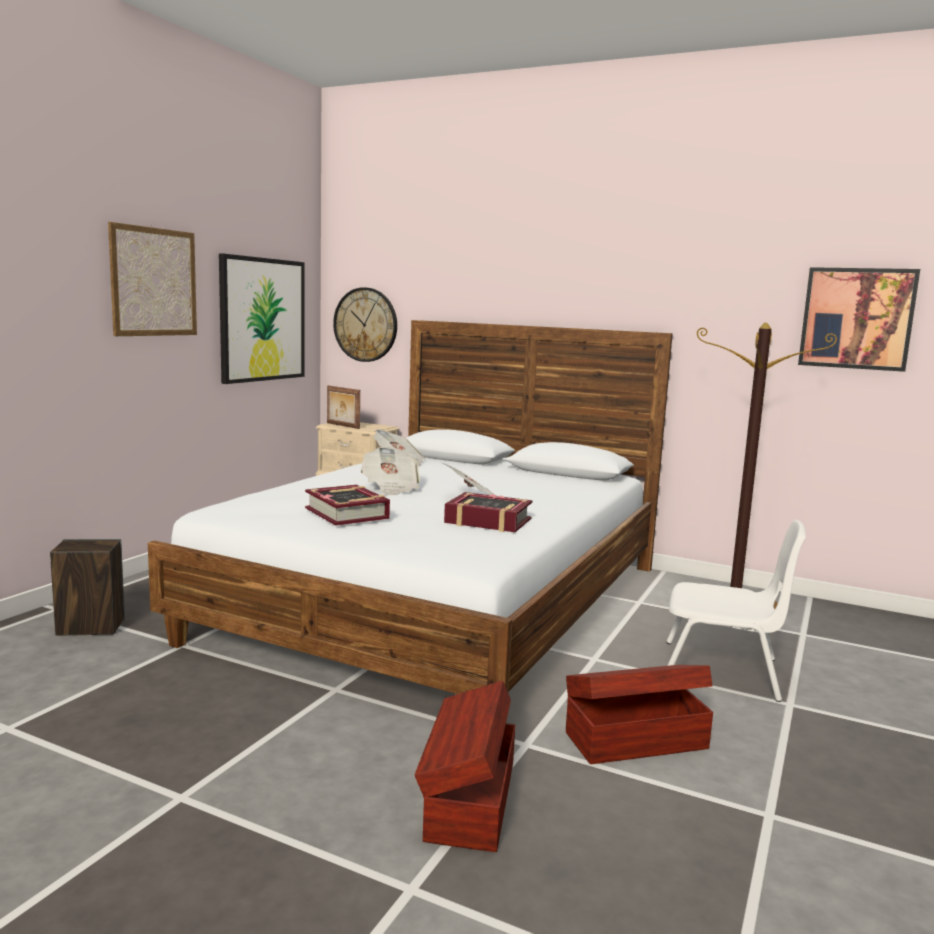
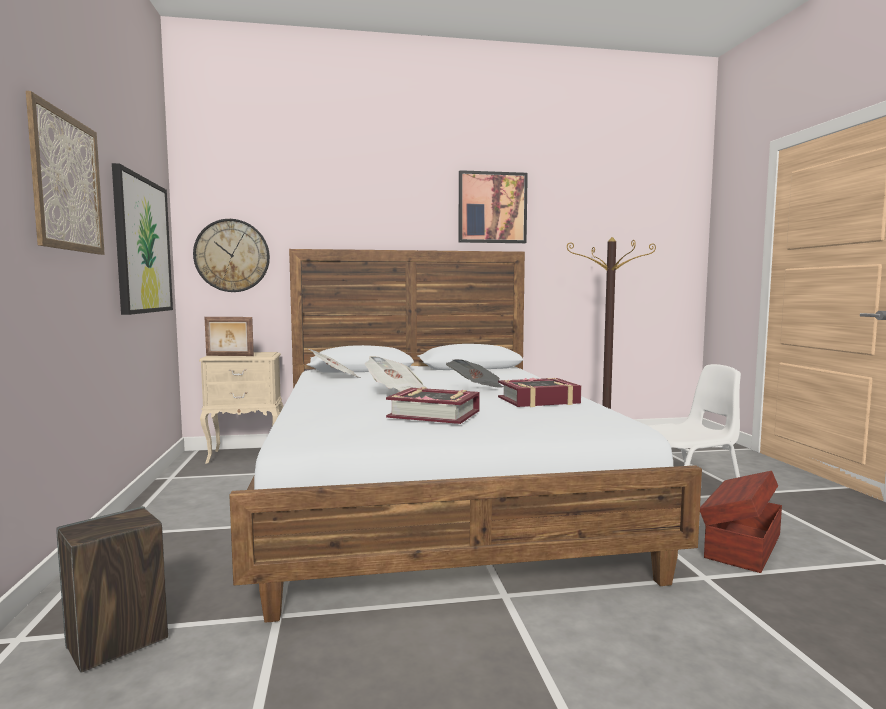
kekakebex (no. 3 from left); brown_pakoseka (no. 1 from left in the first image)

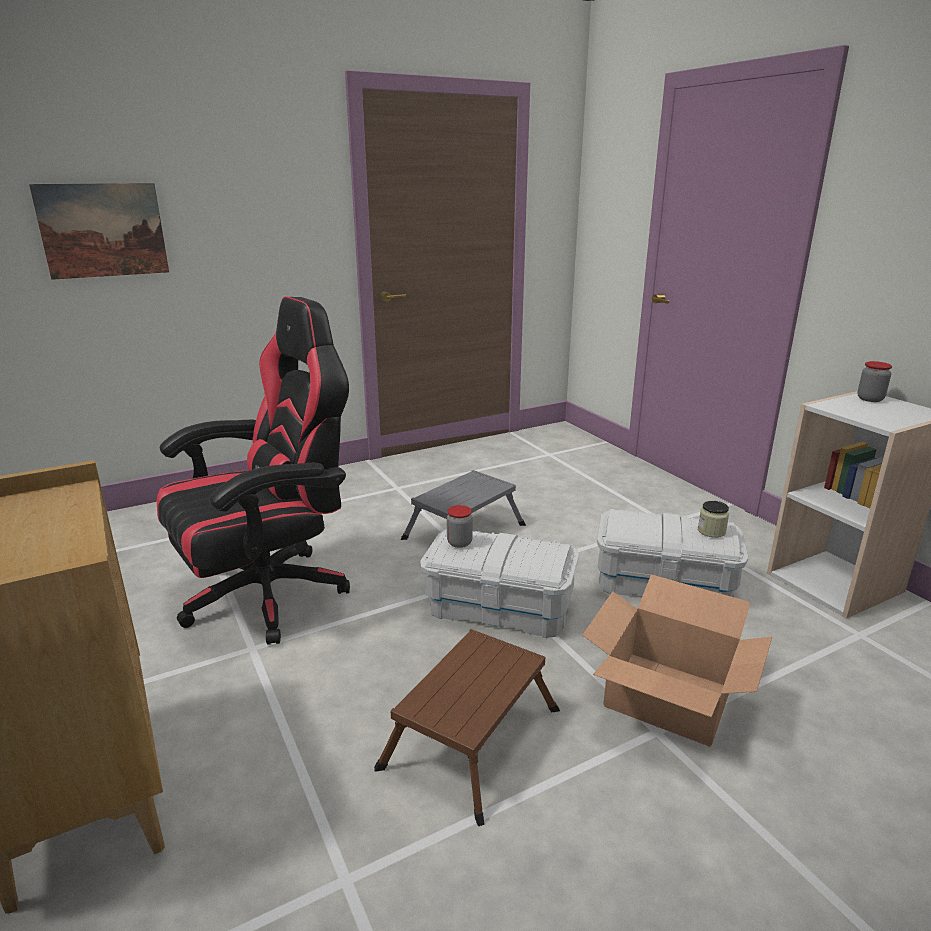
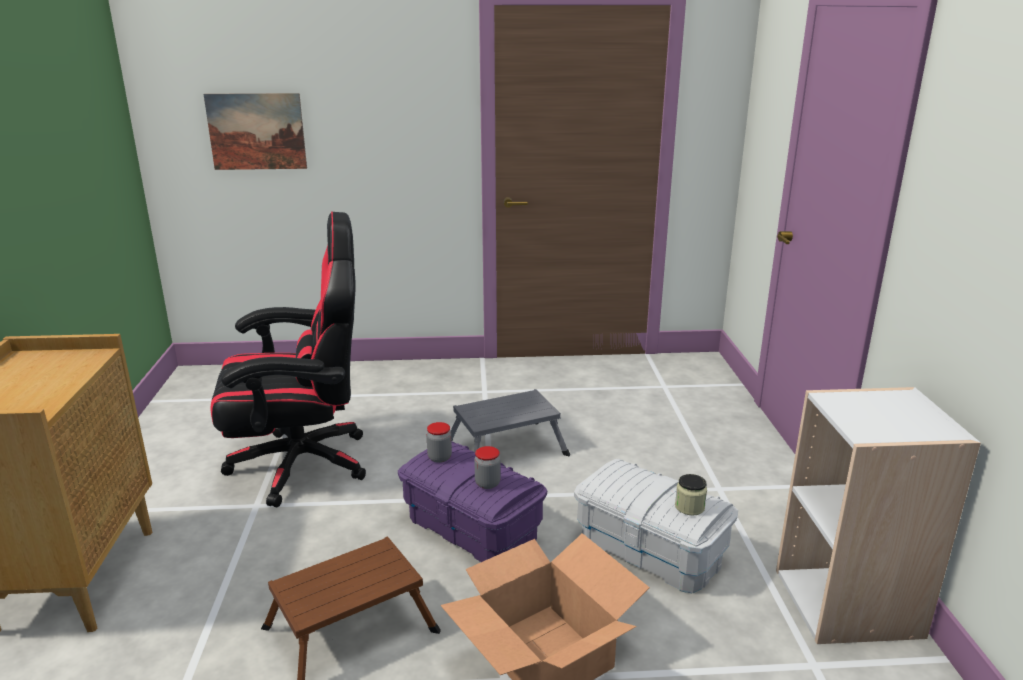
purple_pakoseka; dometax (no. 2 from left)

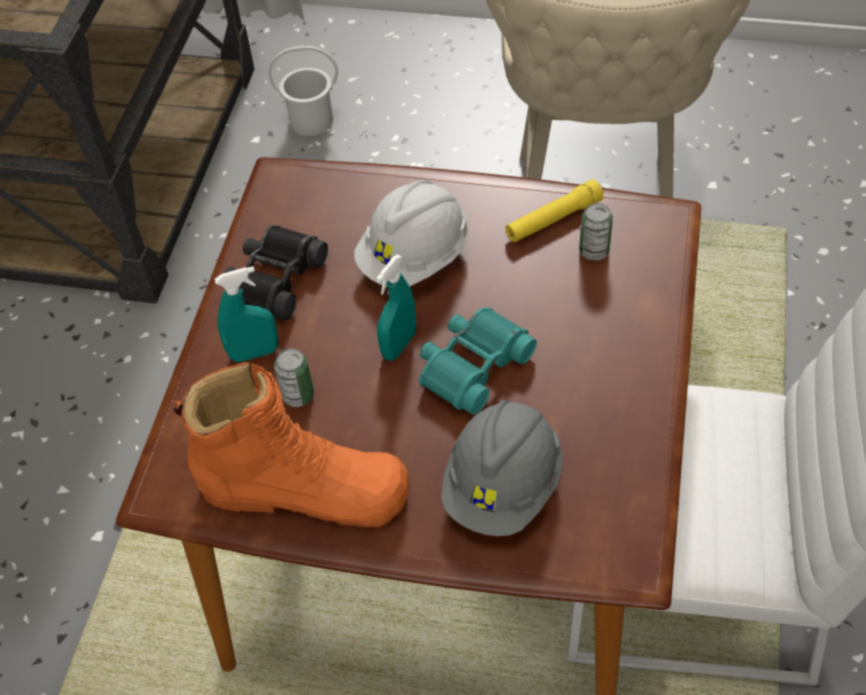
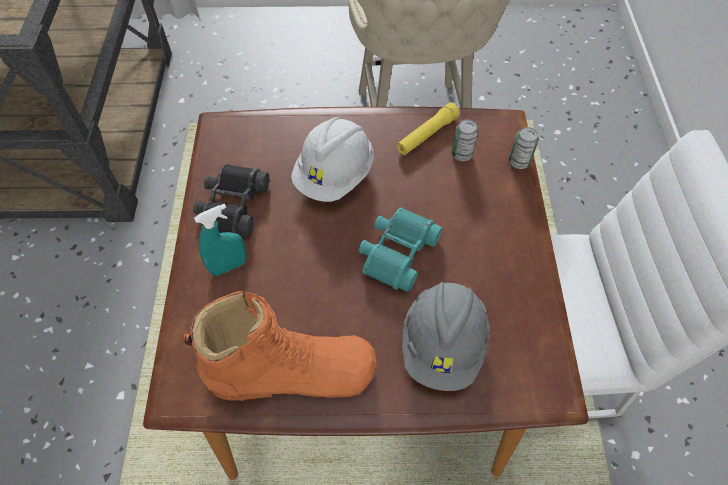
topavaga (no. 2 from left); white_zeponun; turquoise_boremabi (no. 2 from left in the first image)

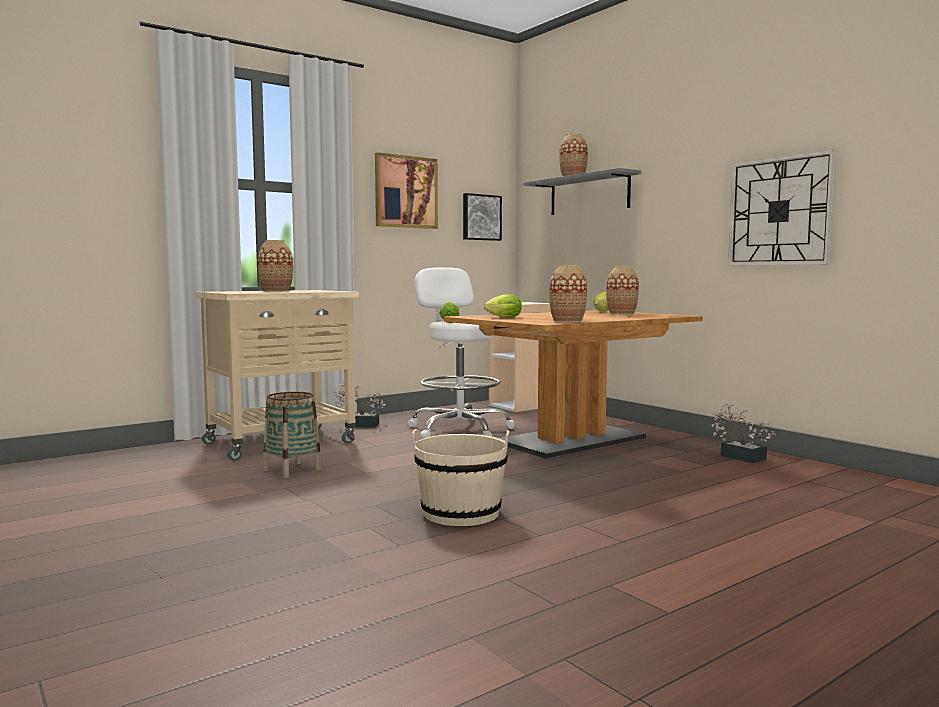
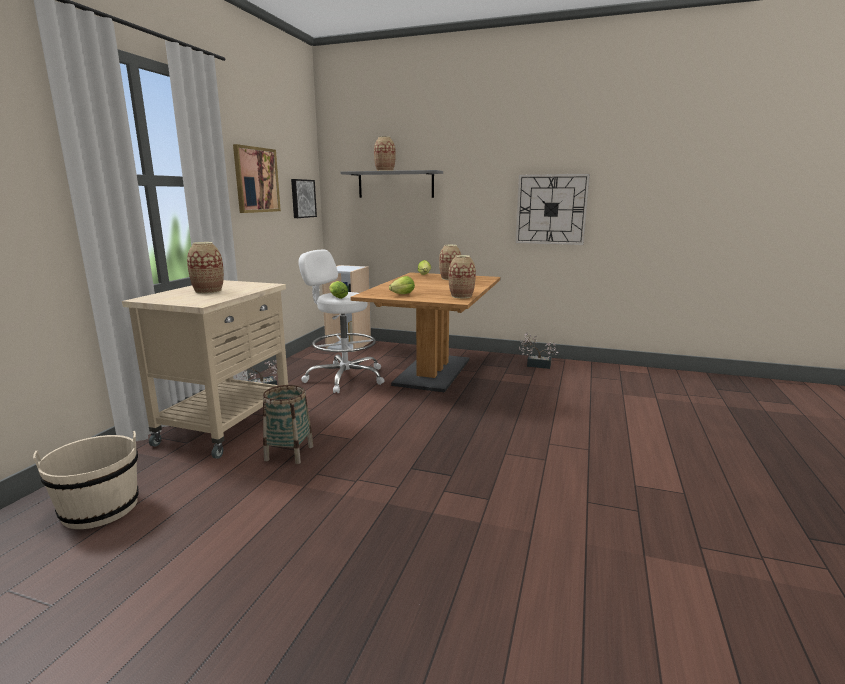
beige_zeponun

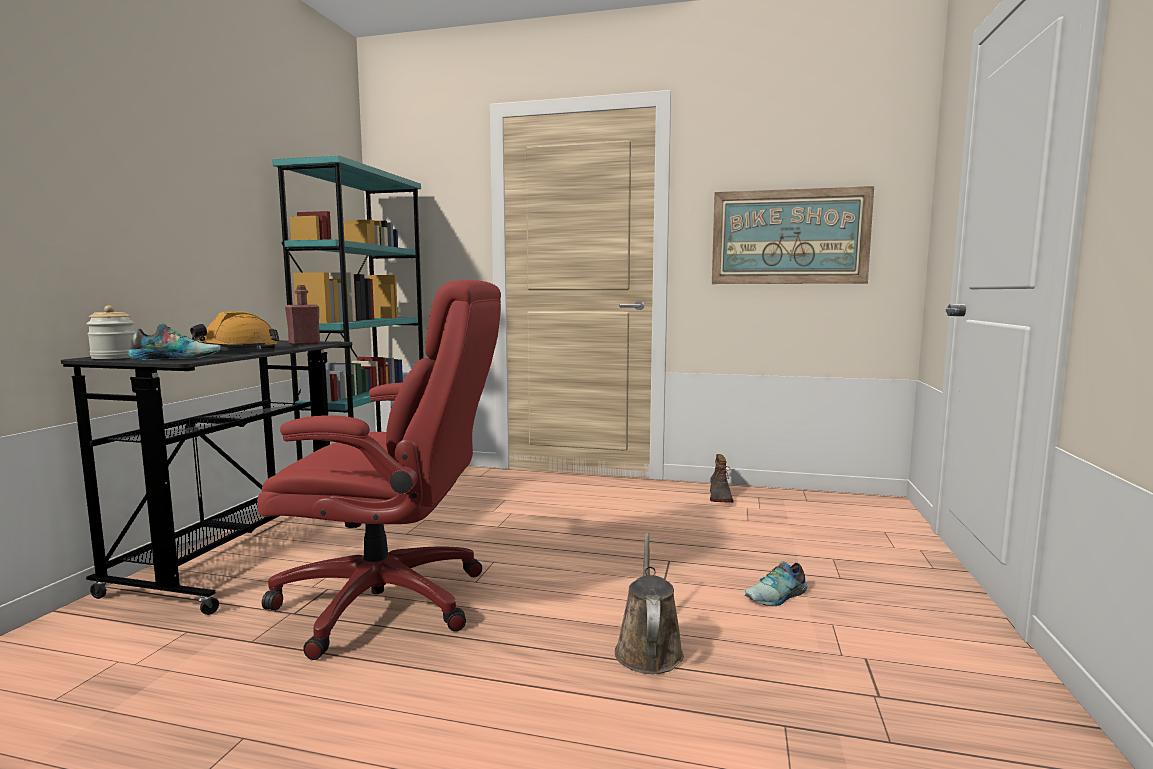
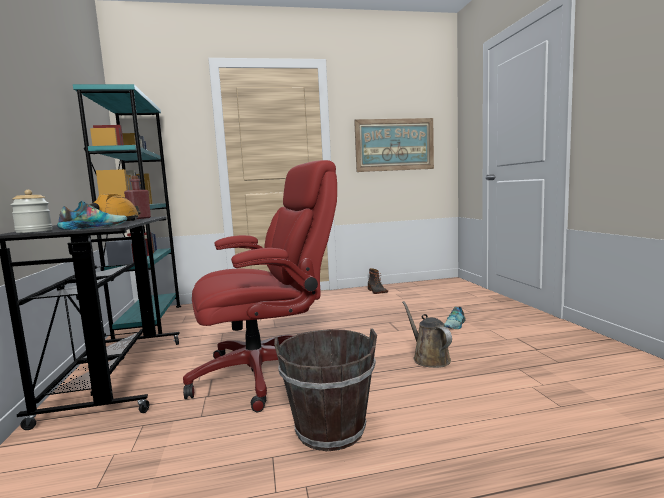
brown_zeponun

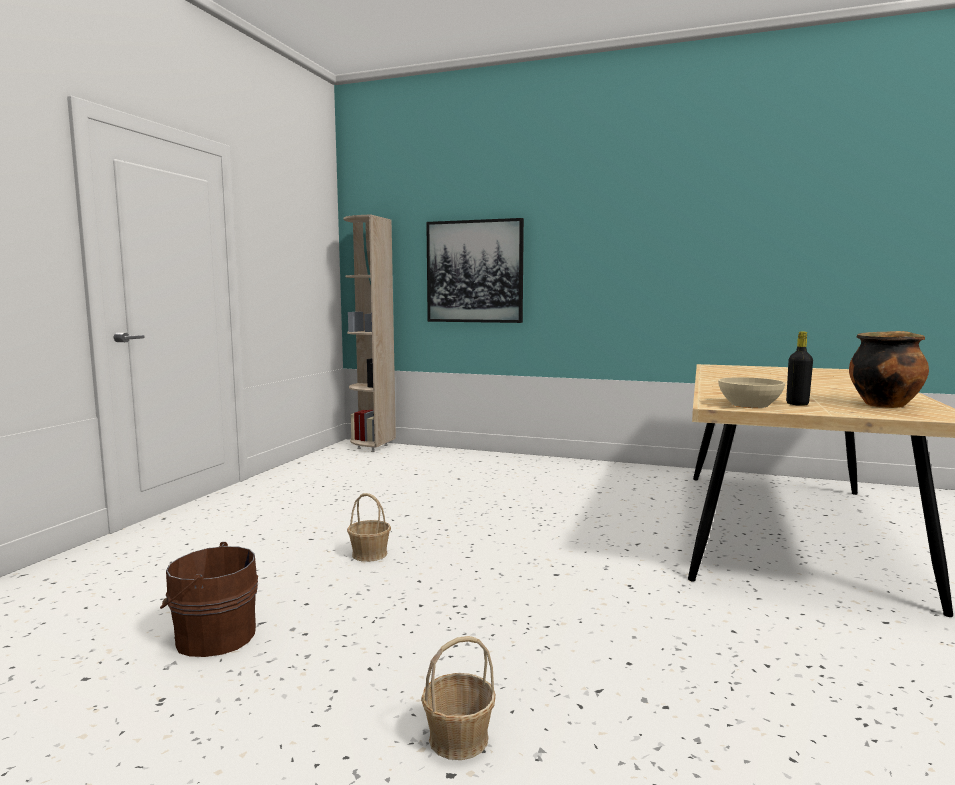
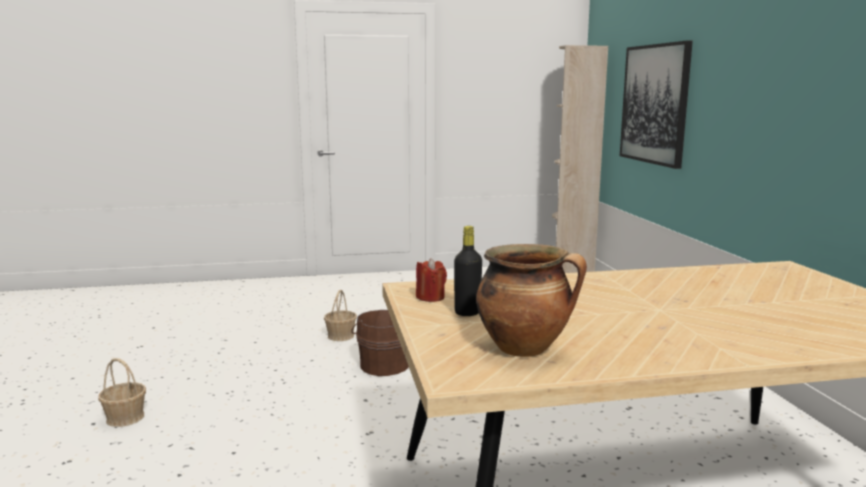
brown_zeponun; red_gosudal

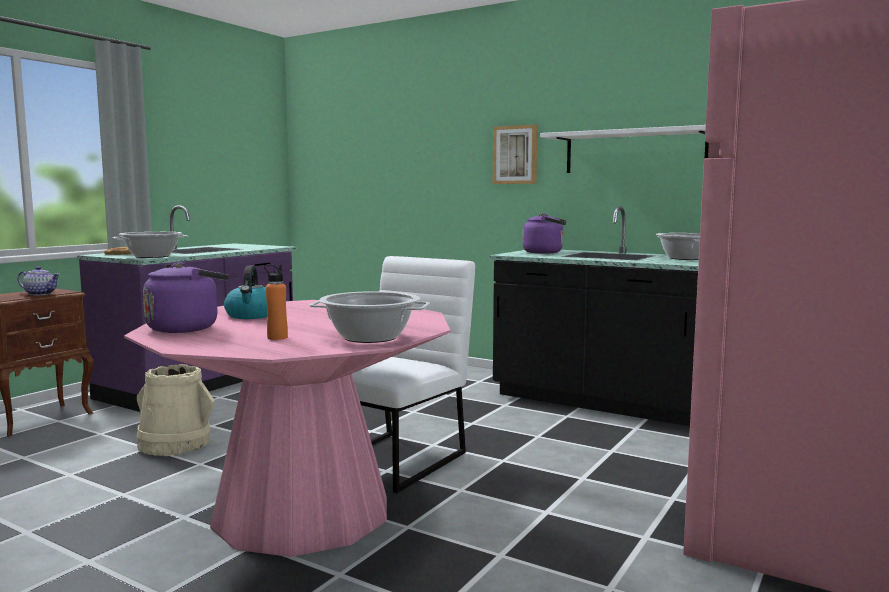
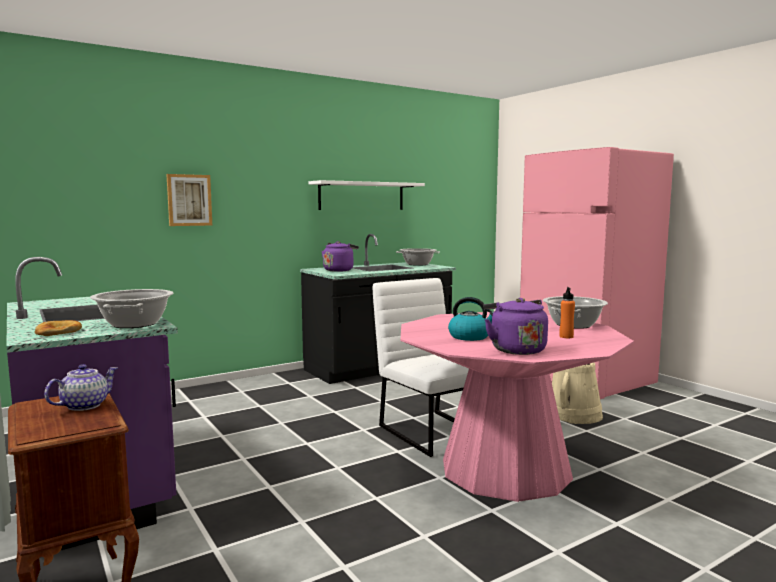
kekakebex; beige_zeponun

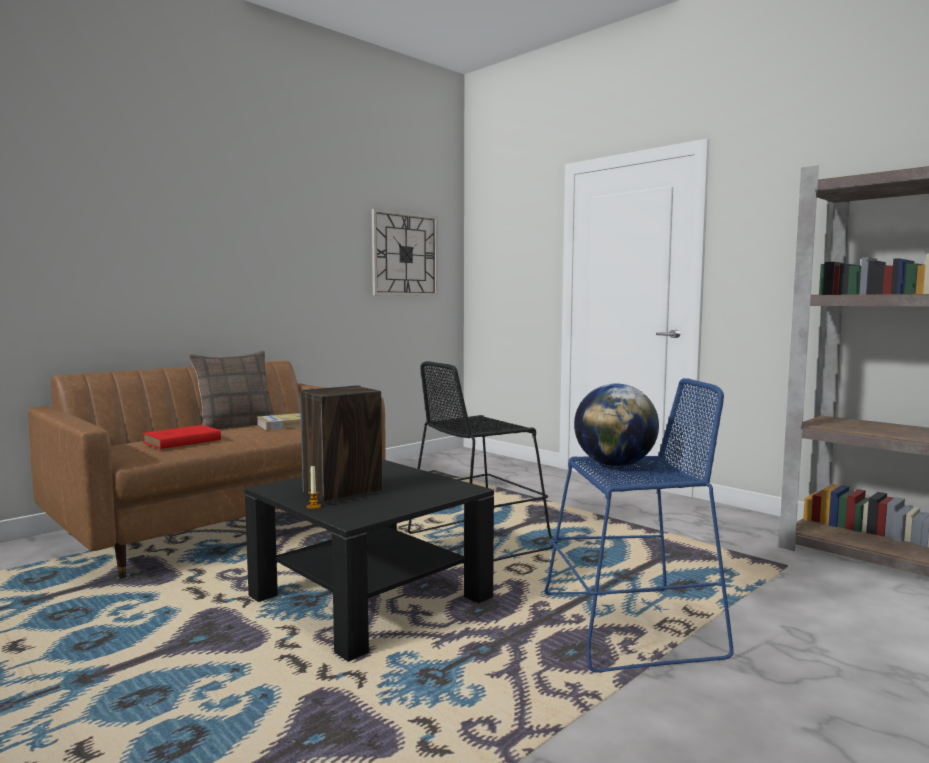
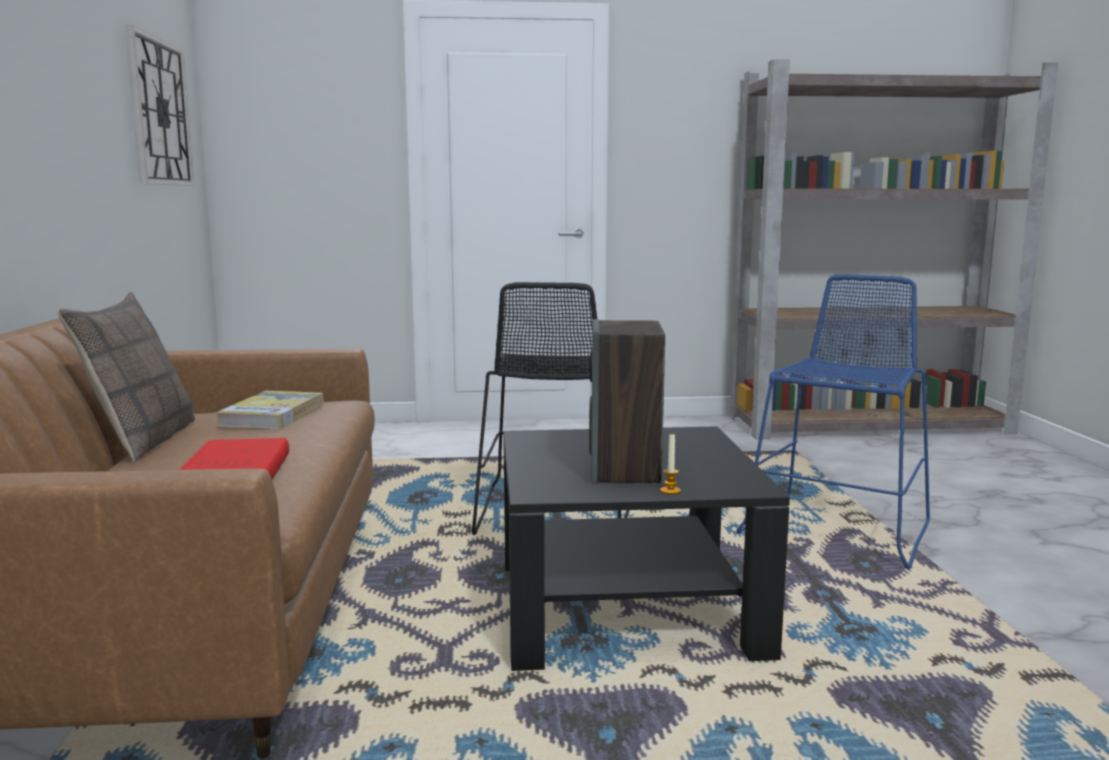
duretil

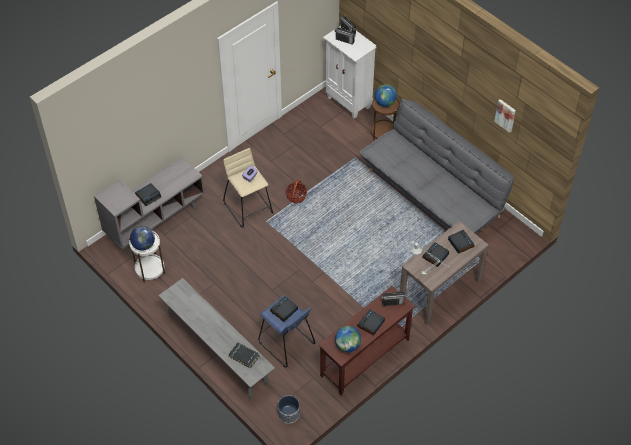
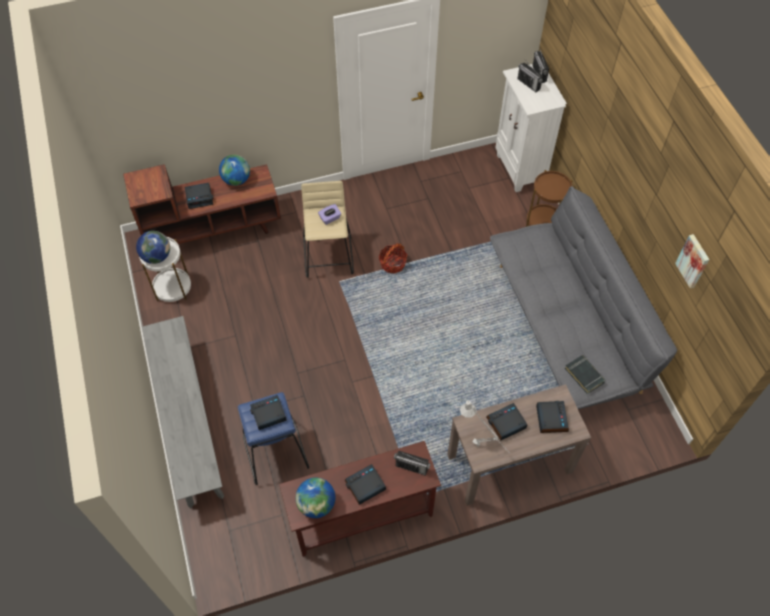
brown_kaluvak; duretil (no. 2 from left); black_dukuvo; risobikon

